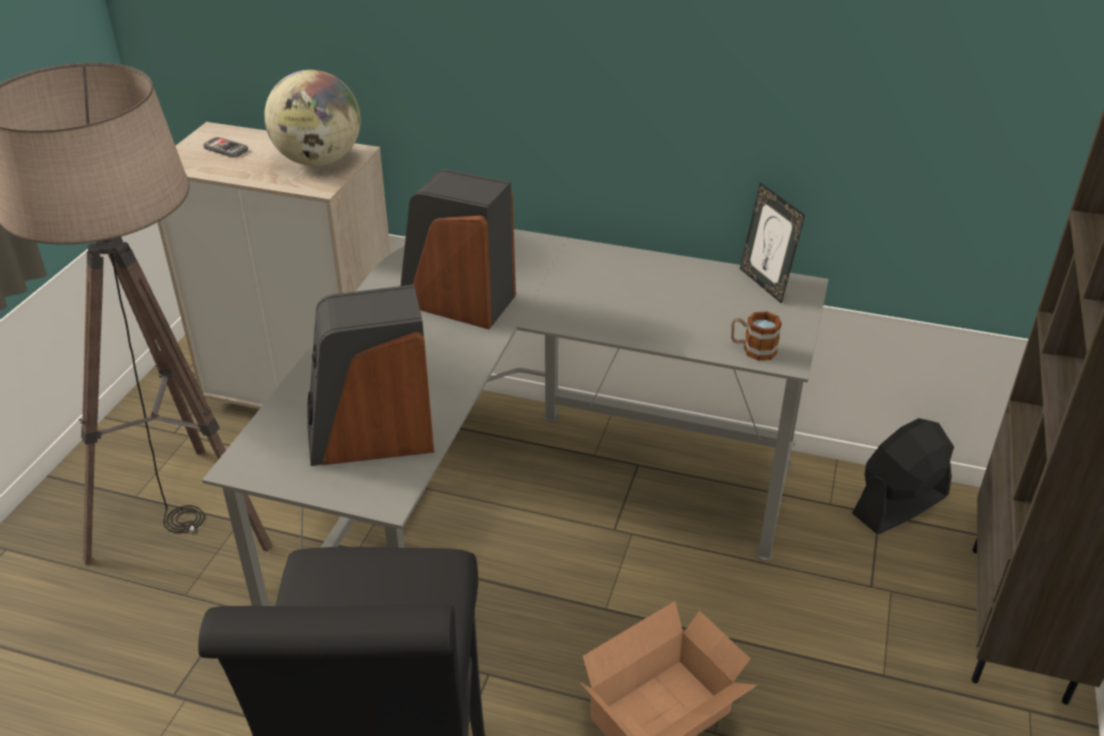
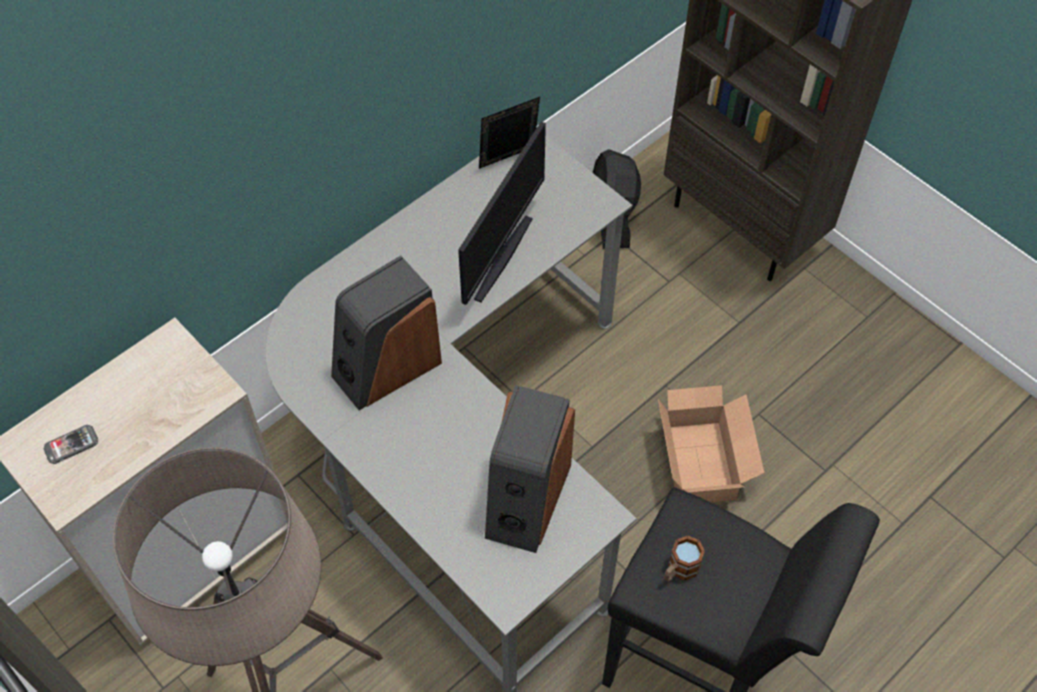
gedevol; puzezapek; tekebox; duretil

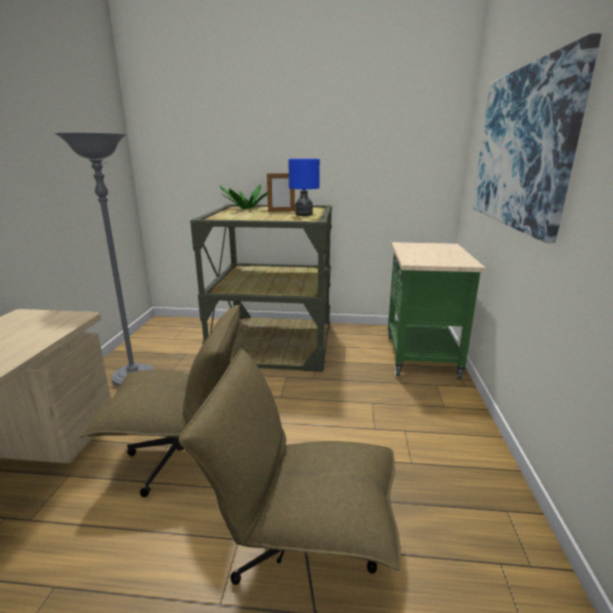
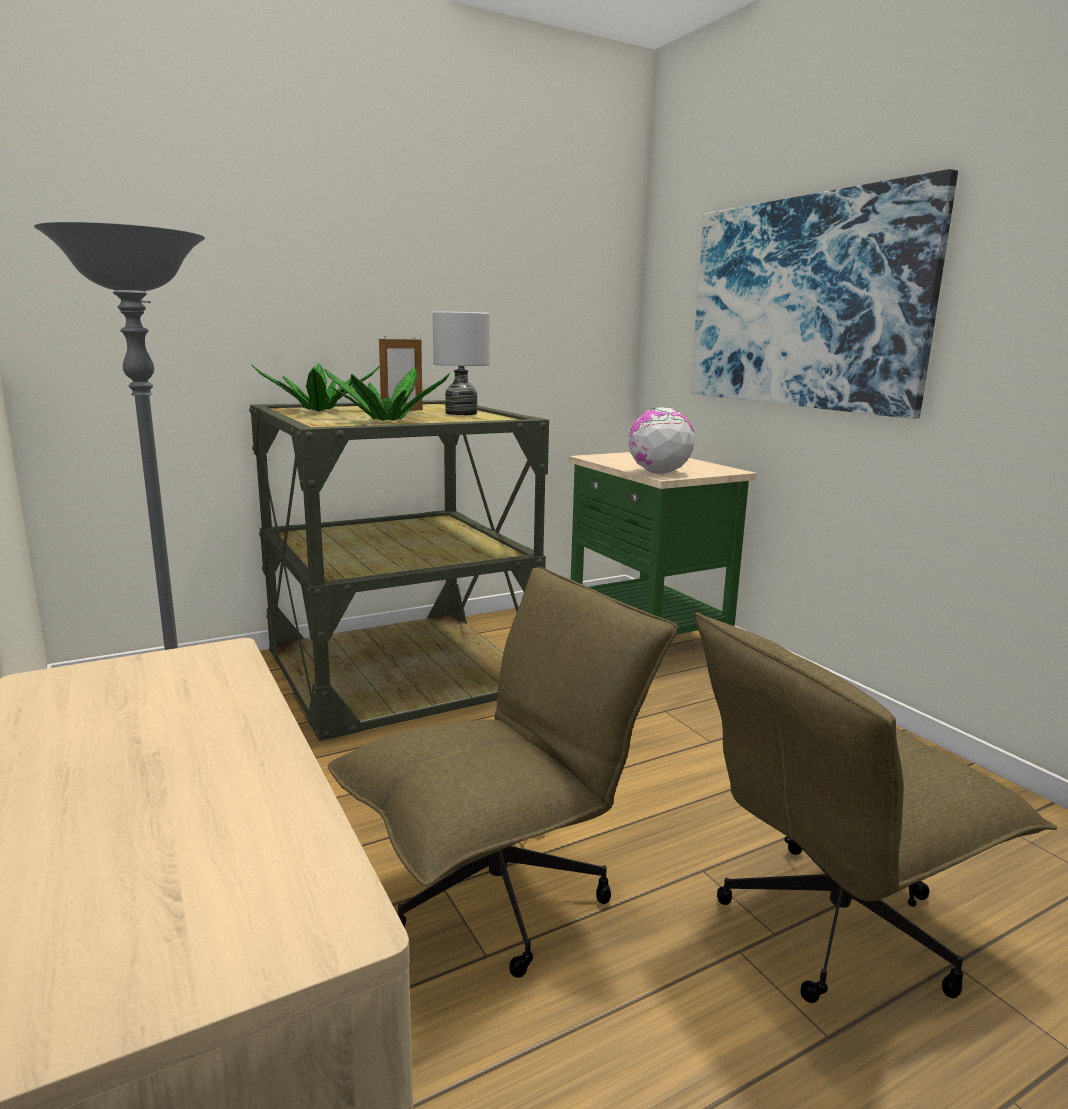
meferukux (no. 2 from left); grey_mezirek; duretil

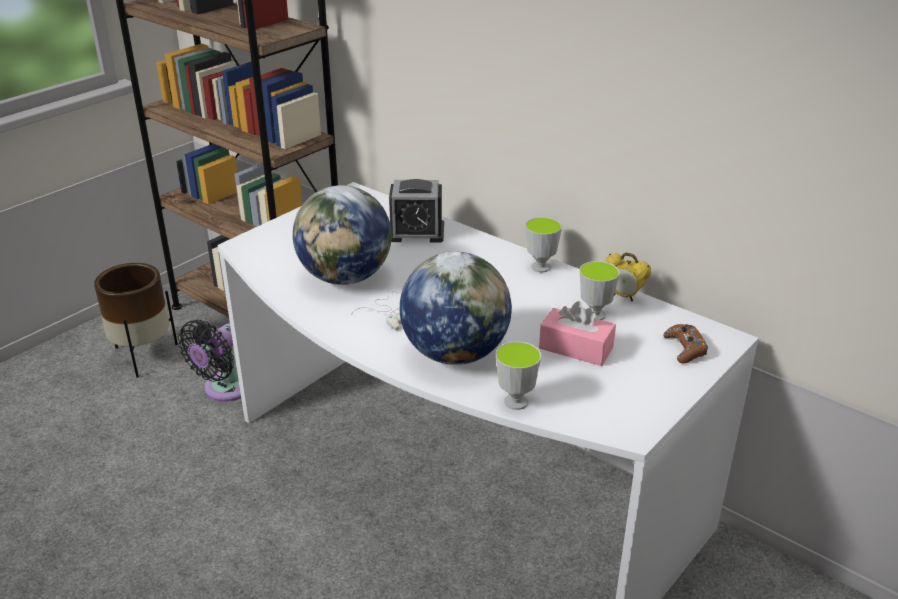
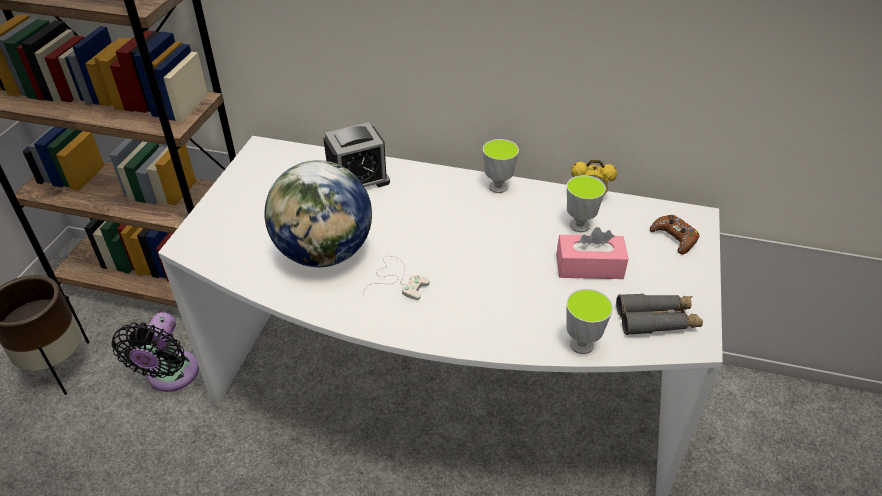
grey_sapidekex; duretil (no. 2 from left in the first image)

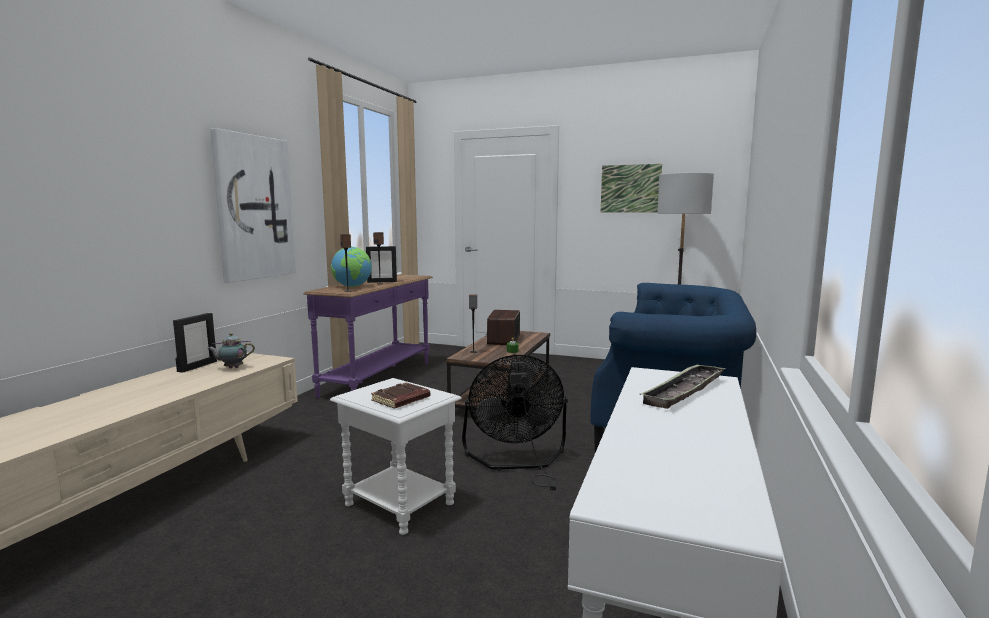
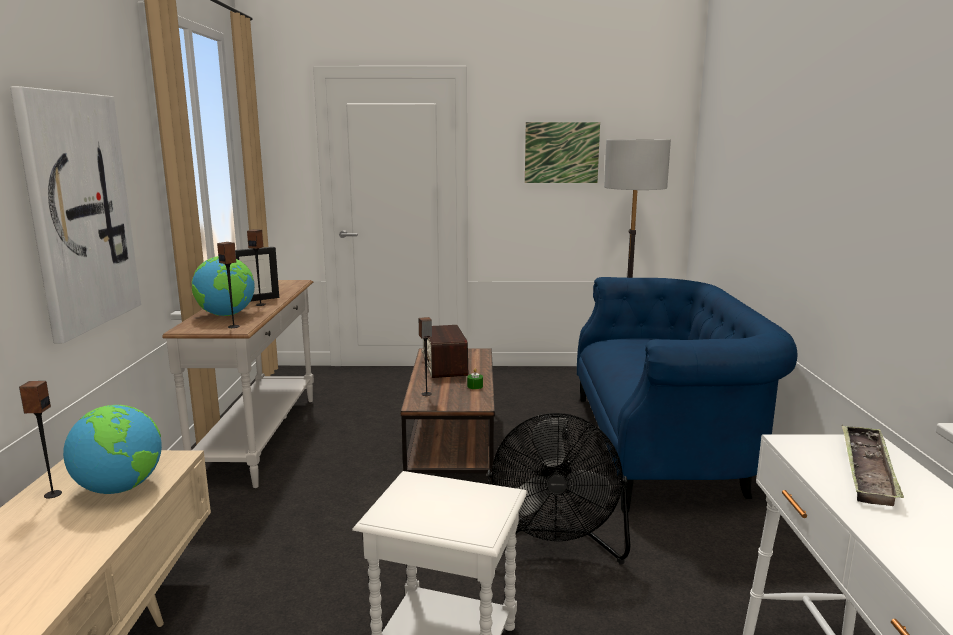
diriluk (no. 1 from left); duretil (no. 1 from left); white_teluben (no. 1 from left); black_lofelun; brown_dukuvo

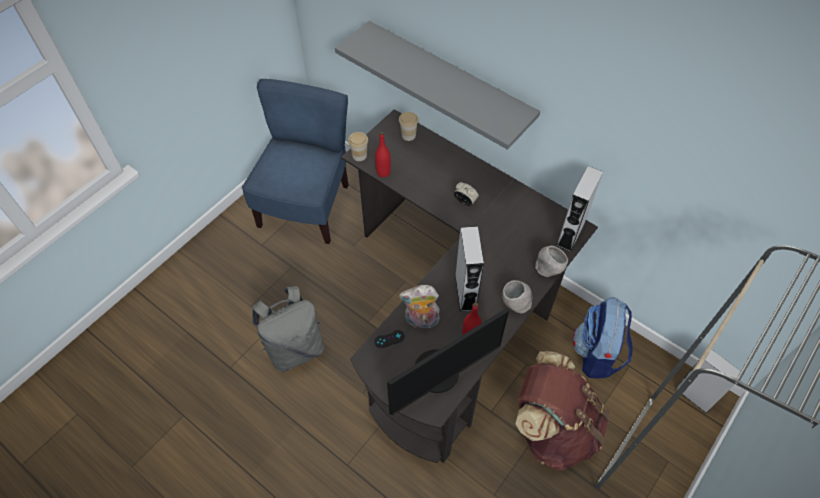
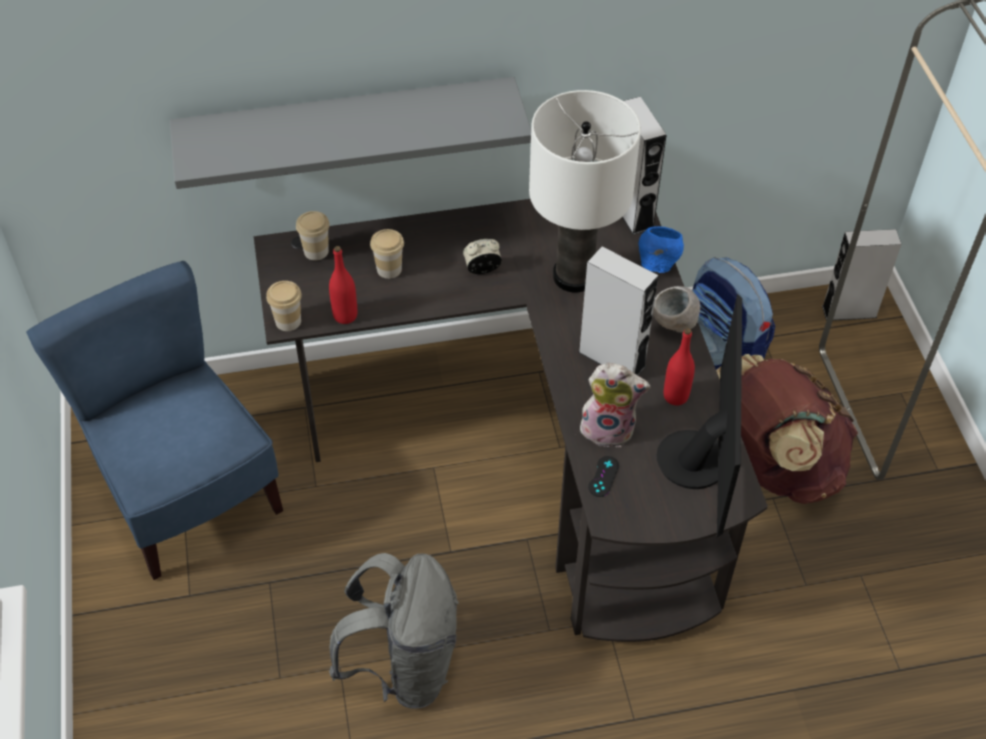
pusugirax (no. 3 from left); white_mezirek; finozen; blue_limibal

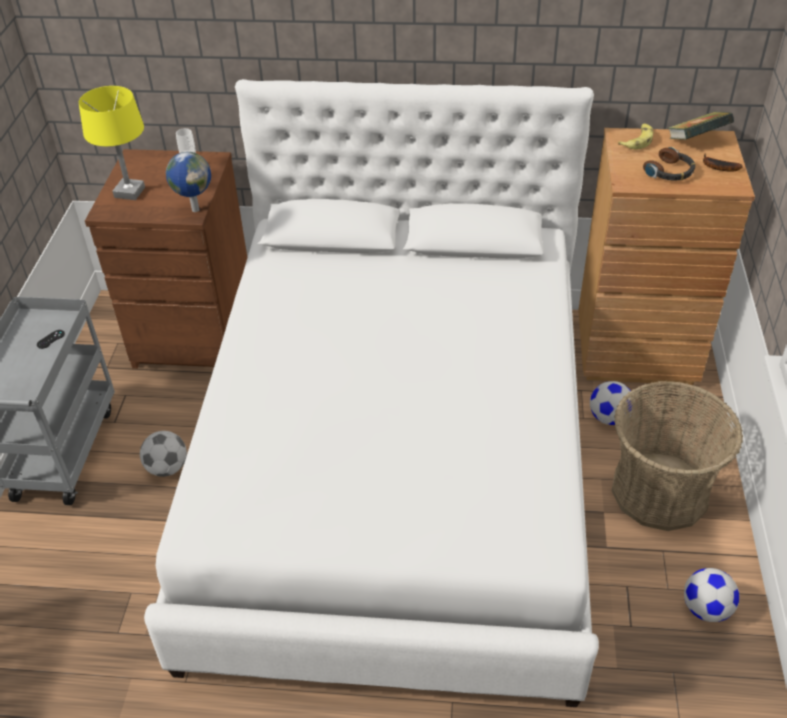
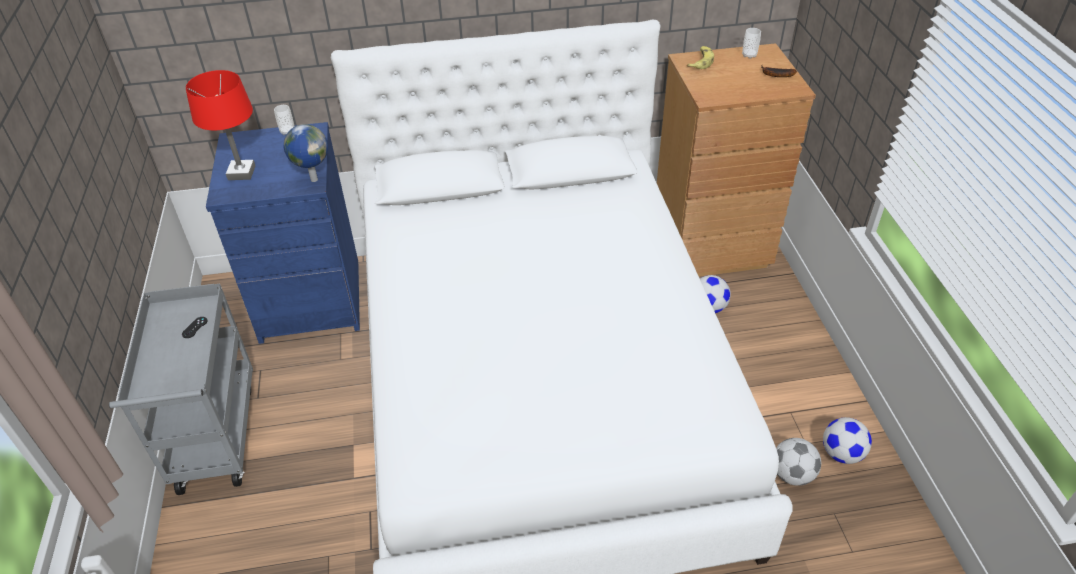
red_mezirek; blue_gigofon; pusugirax (no. 2 from left); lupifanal (no. 2 from left); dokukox; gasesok

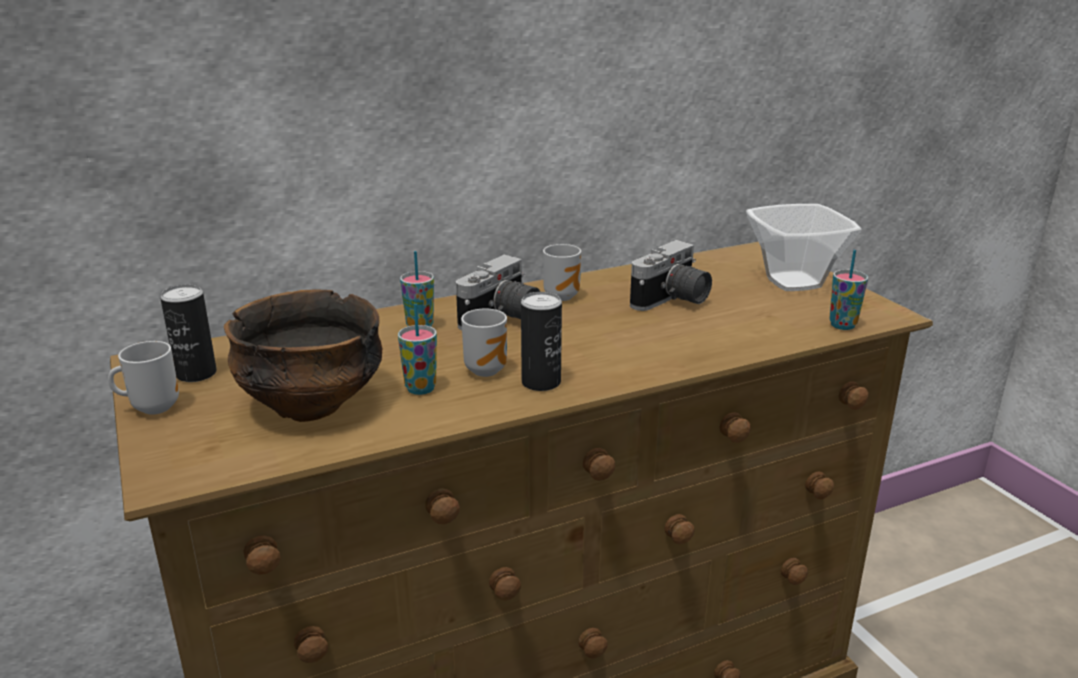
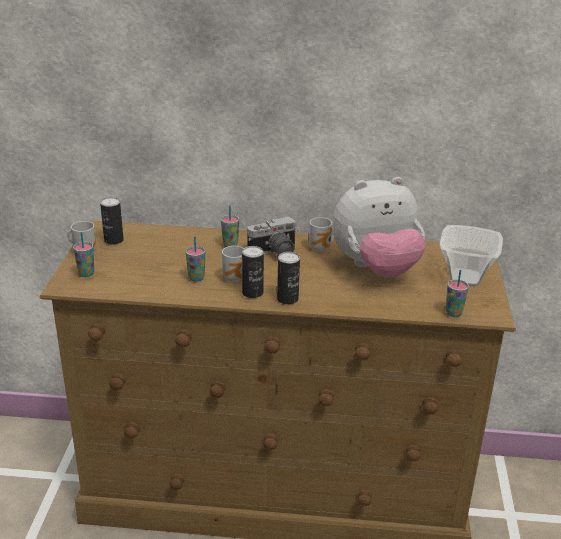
pusugirax (no. 1 from left); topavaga (no. 3 from left); finozen; limibal (no. 1 from left in the first image)

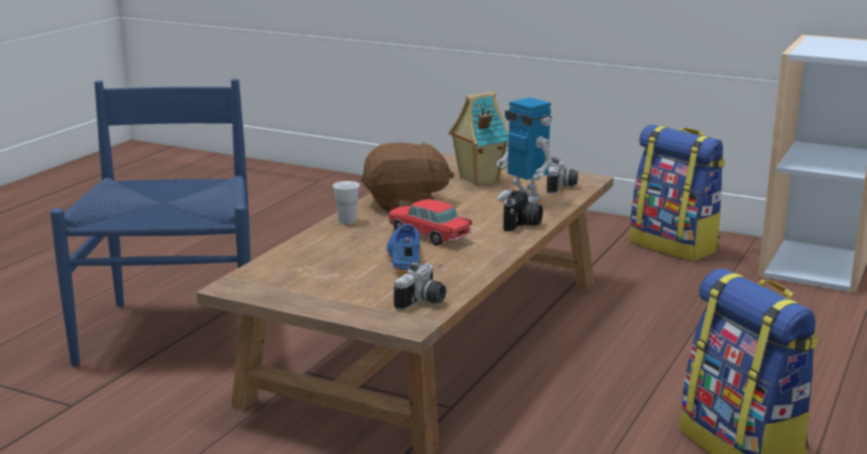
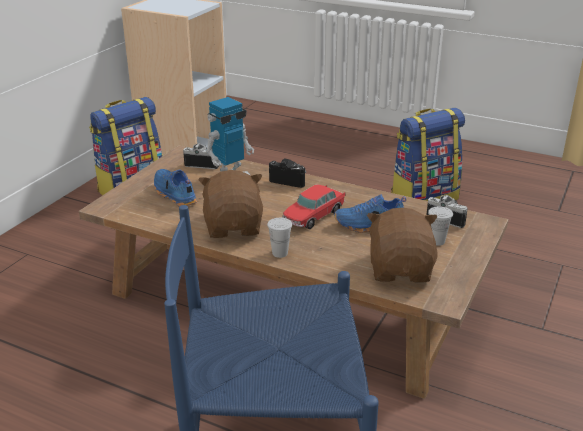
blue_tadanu (no. 1 from left); brown_finozen (no. 2 from left); white_pusugirax (no. 2 from left)

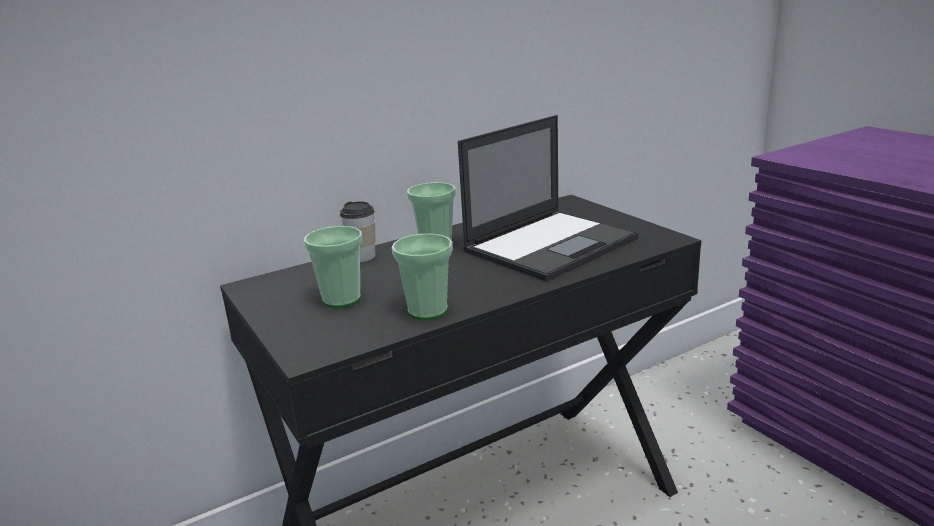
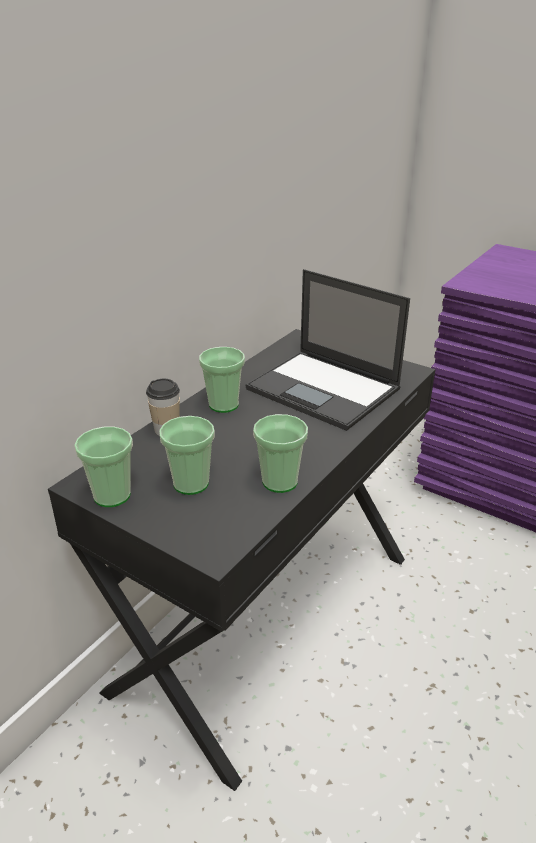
pusugirax (no. 1 from left); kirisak

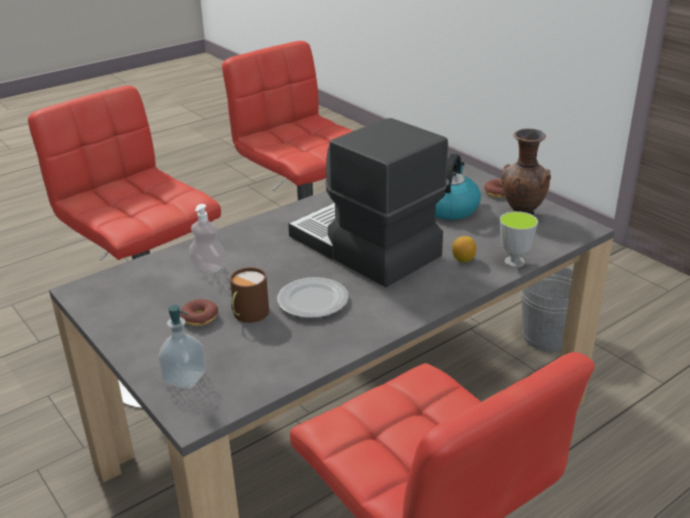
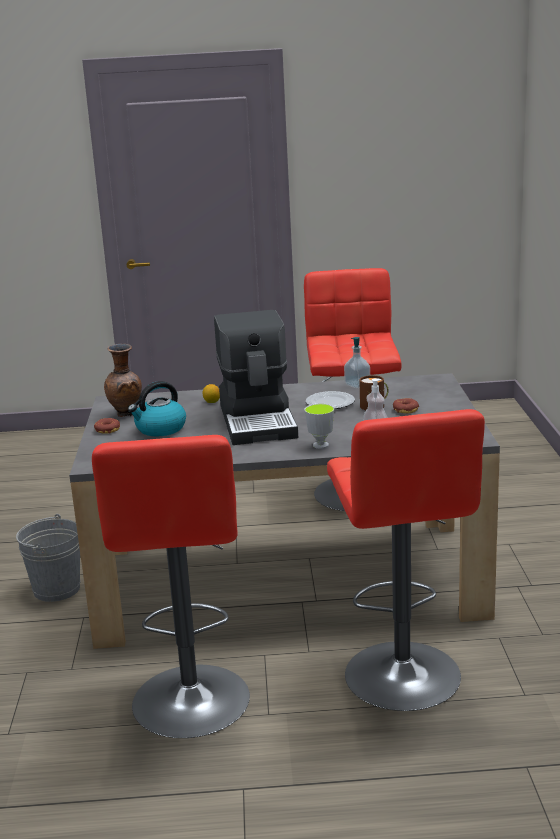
pusugirax; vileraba (no. 1 from left)

